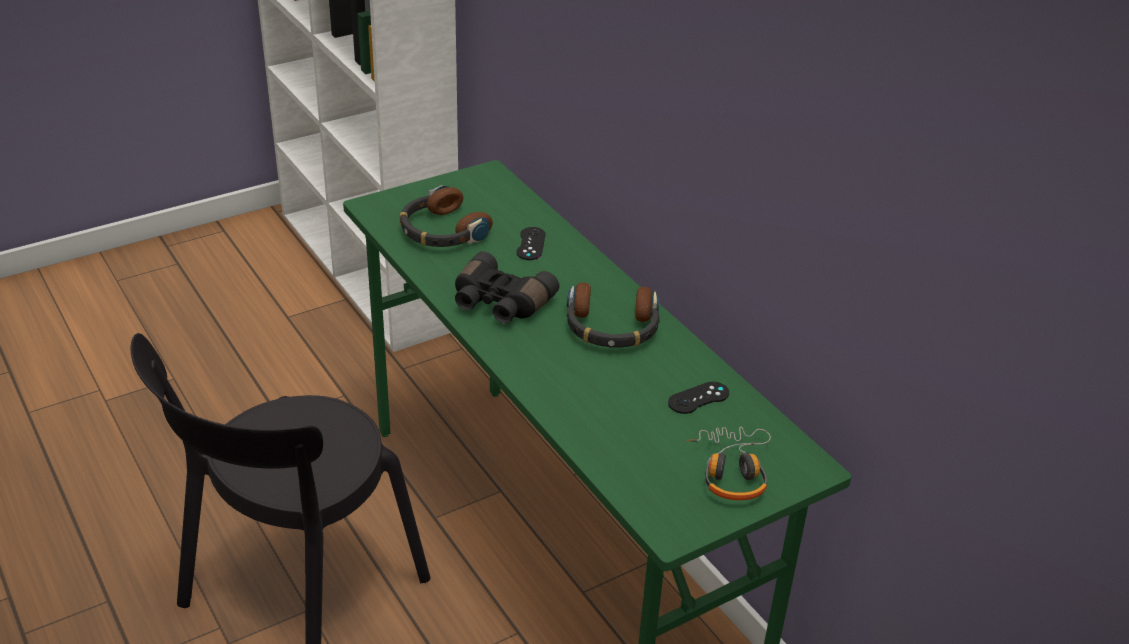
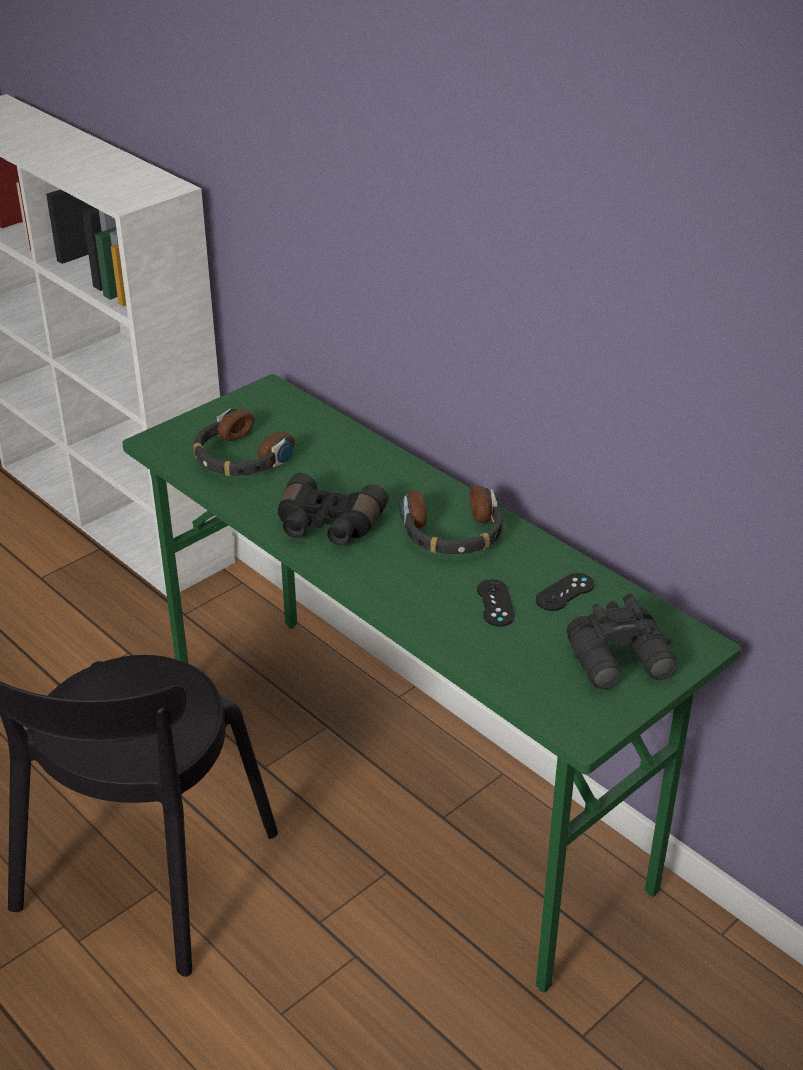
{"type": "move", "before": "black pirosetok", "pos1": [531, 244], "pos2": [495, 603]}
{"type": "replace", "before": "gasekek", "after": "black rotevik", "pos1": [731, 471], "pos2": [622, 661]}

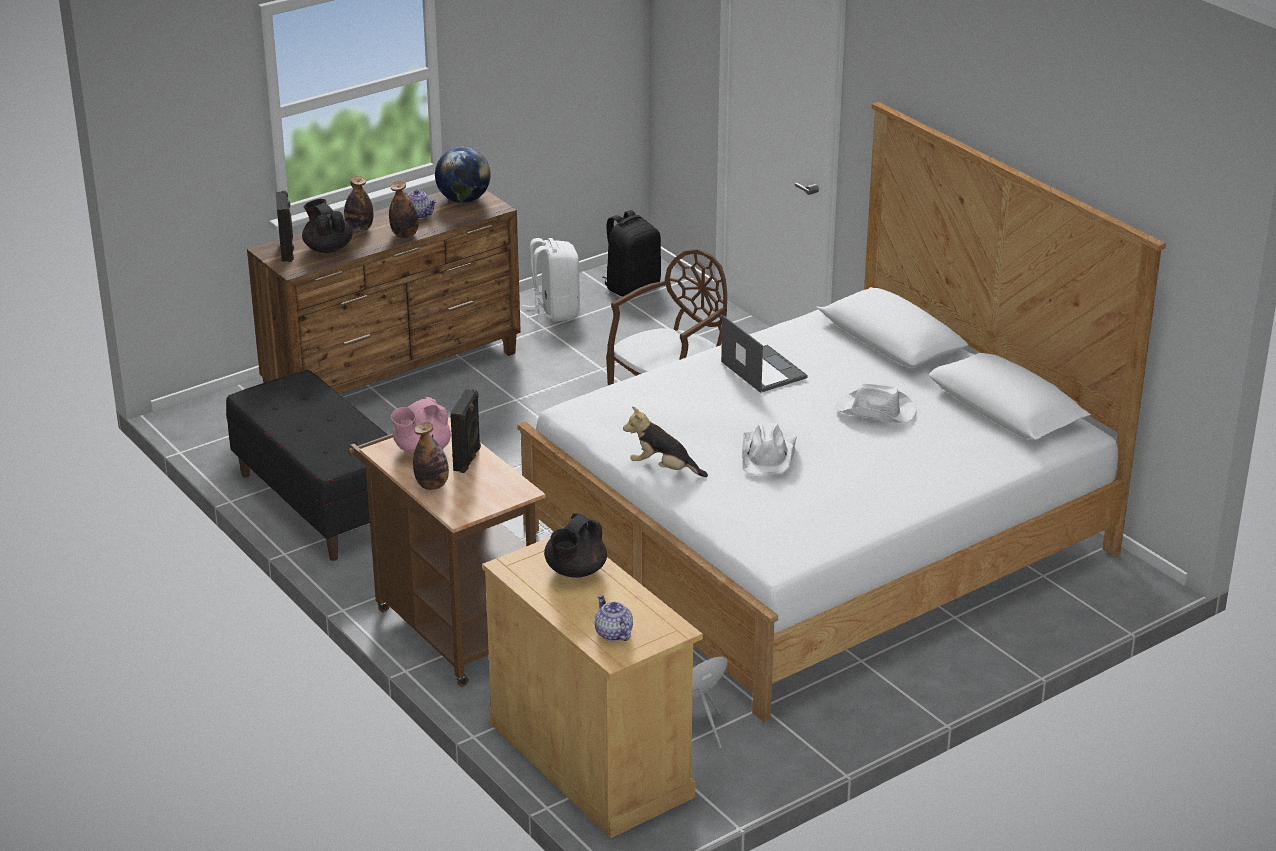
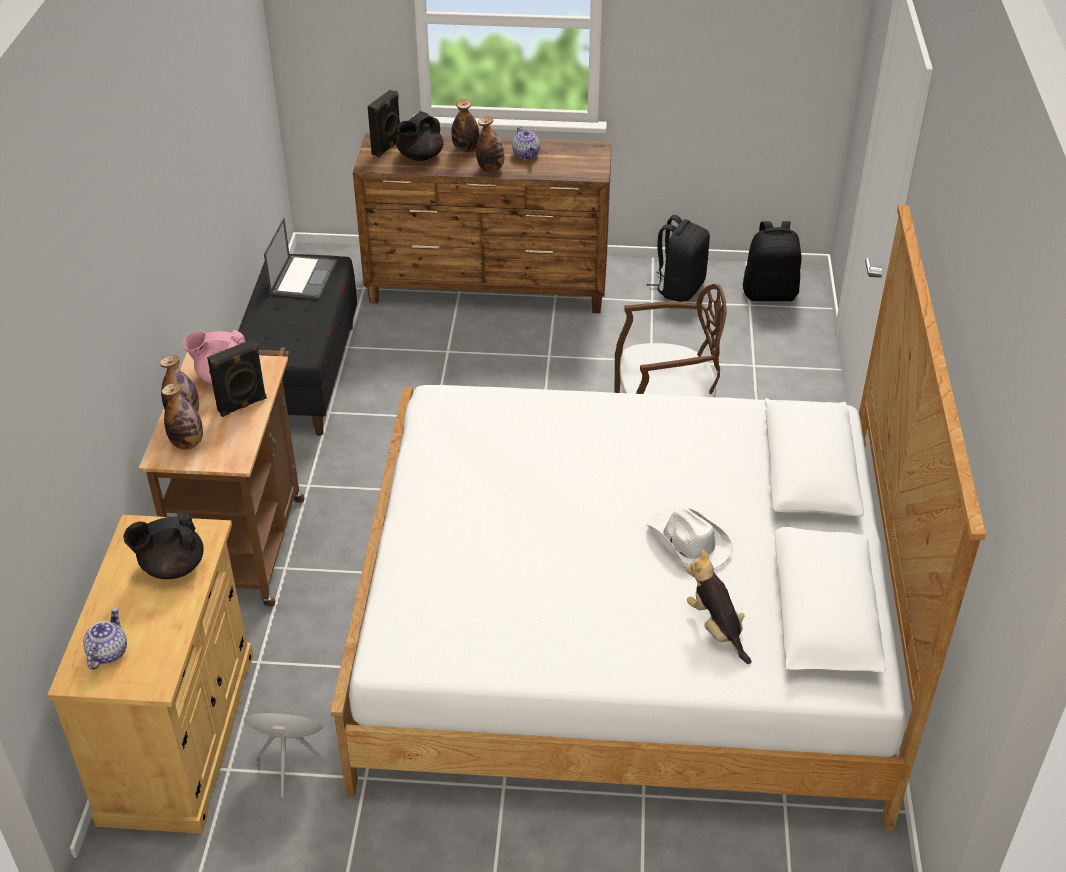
{"type": "delete", "before": "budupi", "pos1": [463, 200]}
{"type": "rotate", "before": "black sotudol", "pos1": [327, 248], "pos2": [419, 156], "turn": -150}
{"type": "recolor", "before": "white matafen", "after": "black matafen", "pos1": [555, 310], "pos2": [679, 288]}
{"type": "move", "before": "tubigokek", "pos1": [762, 369], "pos2": [303, 277]}
{"type": "move", "before": "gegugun", "pos1": [663, 469], "pos2": [716, 628]}
{"type": "delete", "before": "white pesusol", "pos1": [769, 454]}
{"type": "insert", "after": "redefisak", "pos2": [187, 443]}

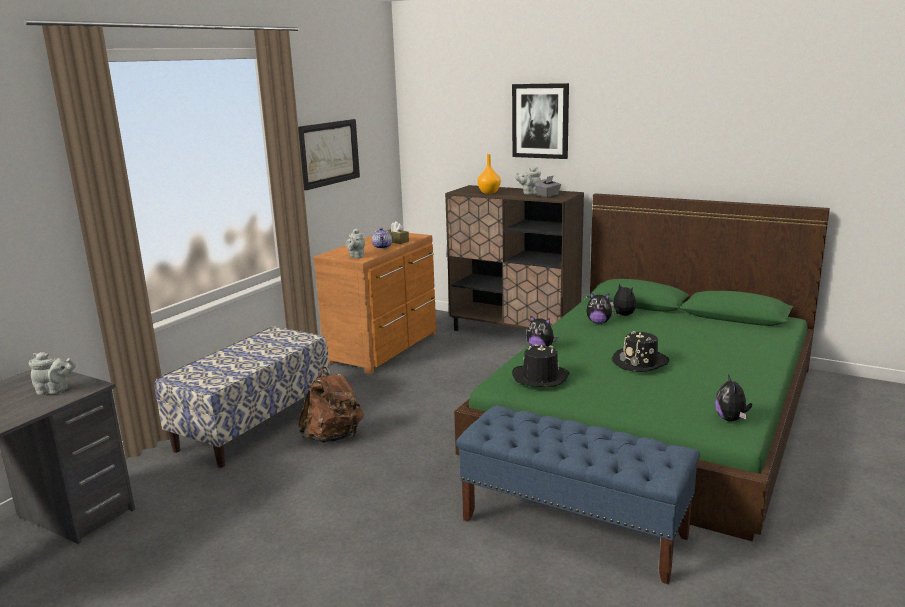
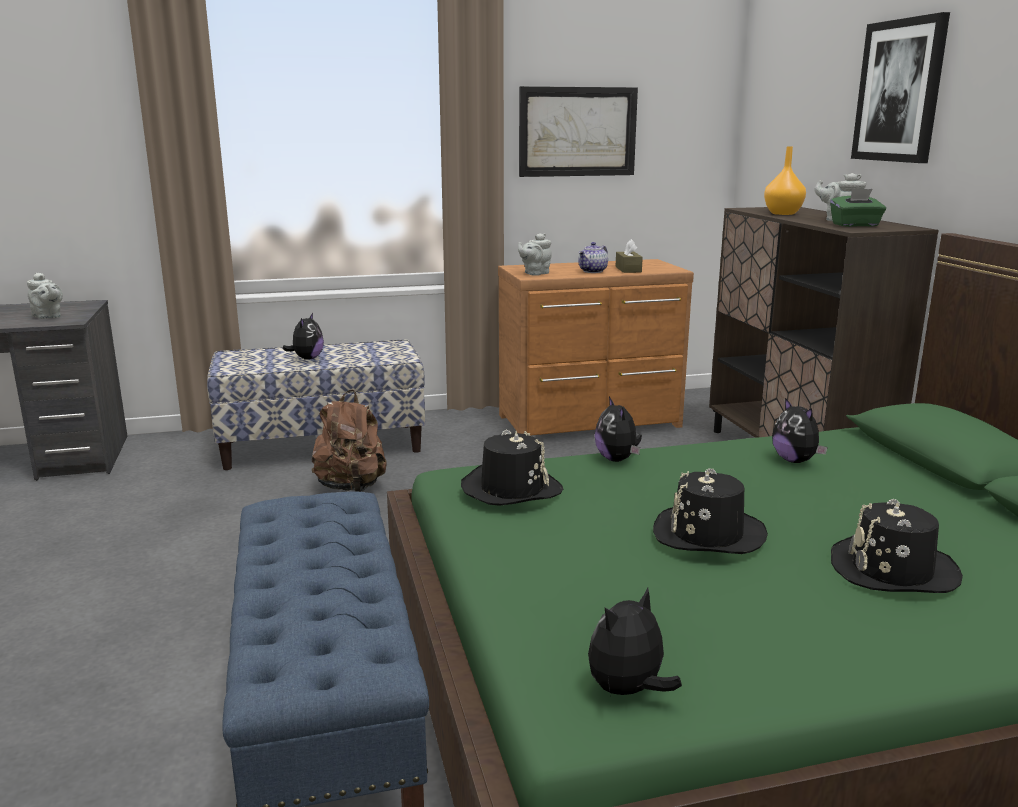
{"type": "recolor", "before": "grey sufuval", "after": "green sufuval", "pos1": [548, 195], "pos2": [855, 225]}
{"type": "move", "before": "gegugun", "pos1": [622, 315], "pos2": [307, 358]}
{"type": "insert", "after": "black pesusol", "pos2": [893, 570]}

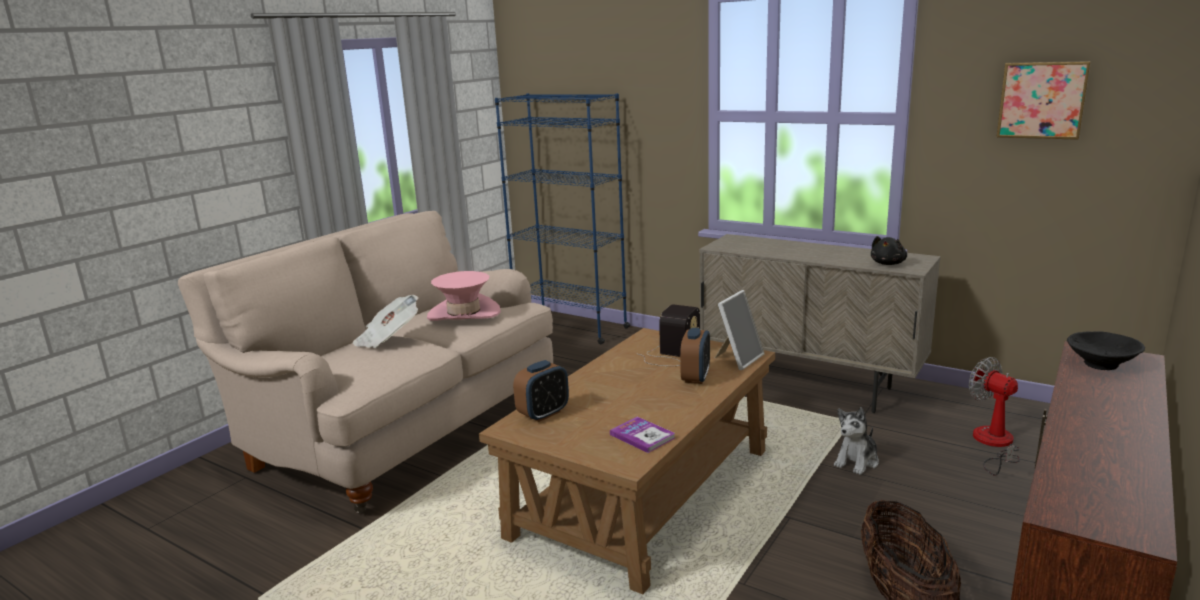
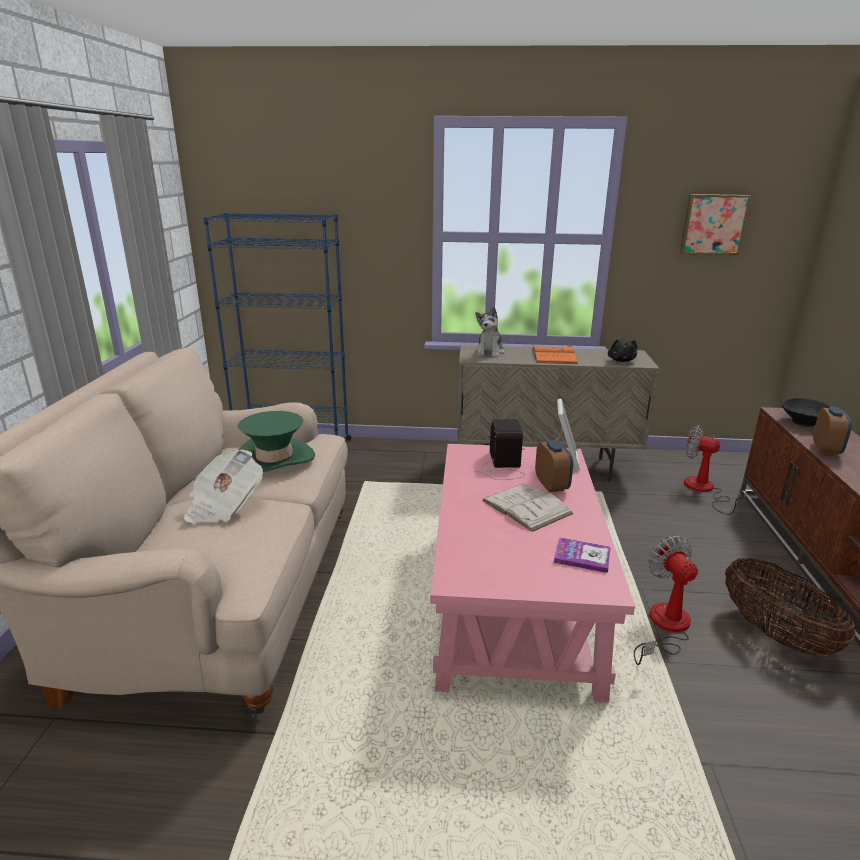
{"type": "recolor", "before": "pink pesusol", "after": "green pesusol", "pos1": [464, 313], "pos2": [274, 459]}
{"type": "recolor", "before": "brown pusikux", "after": "pink pusikux", "pos1": [643, 491], "pos2": [512, 598]}
{"type": "move", "before": "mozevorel", "pos1": [543, 414], "pos2": [826, 449]}
{"type": "move", "before": "gegugun", "pos1": [857, 461], "pos2": [489, 352]}
{"type": "insert", "after": "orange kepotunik", "pos2": [554, 355]}
{"type": "insert", "after": "white kepotunik", "pos2": [526, 507]}
{"type": "insert", "after": "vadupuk", "pos2": [664, 627]}

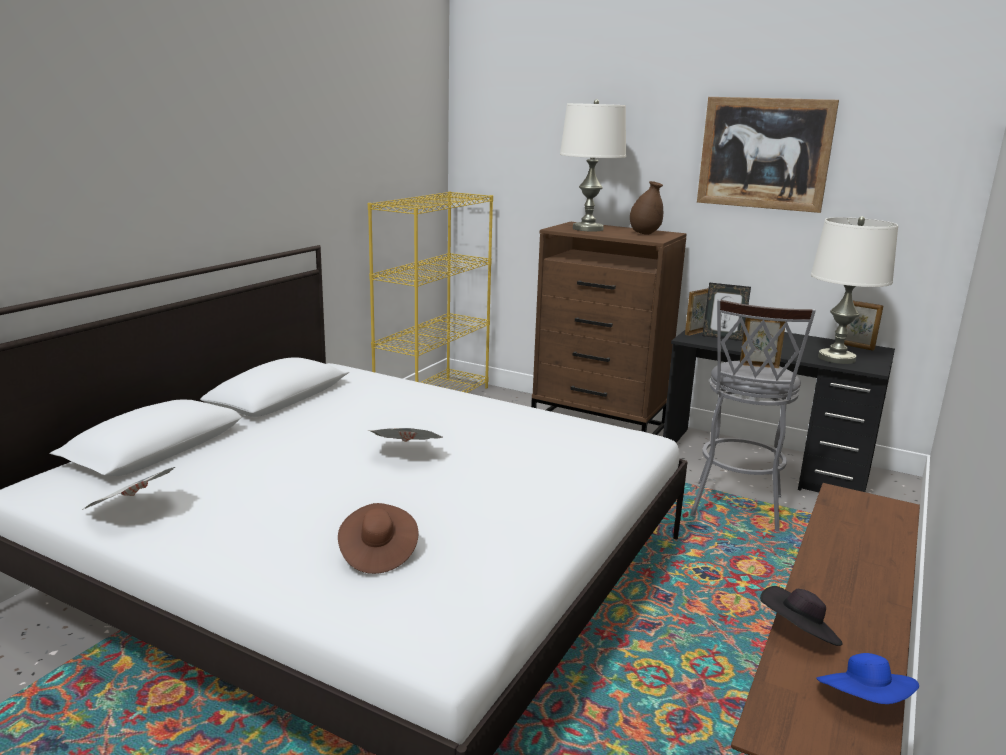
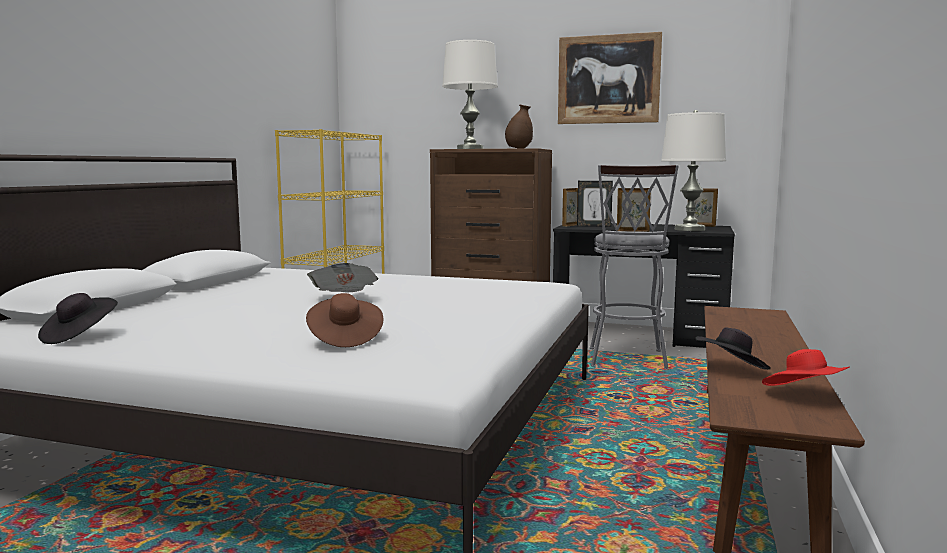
{"type": "replace", "before": "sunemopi", "after": "black pesusol", "pos1": [131, 510], "pos2": [79, 336]}
{"type": "recolor", "before": "blue pesusol", "after": "red pesusol", "pos1": [863, 703], "pos2": [804, 396]}

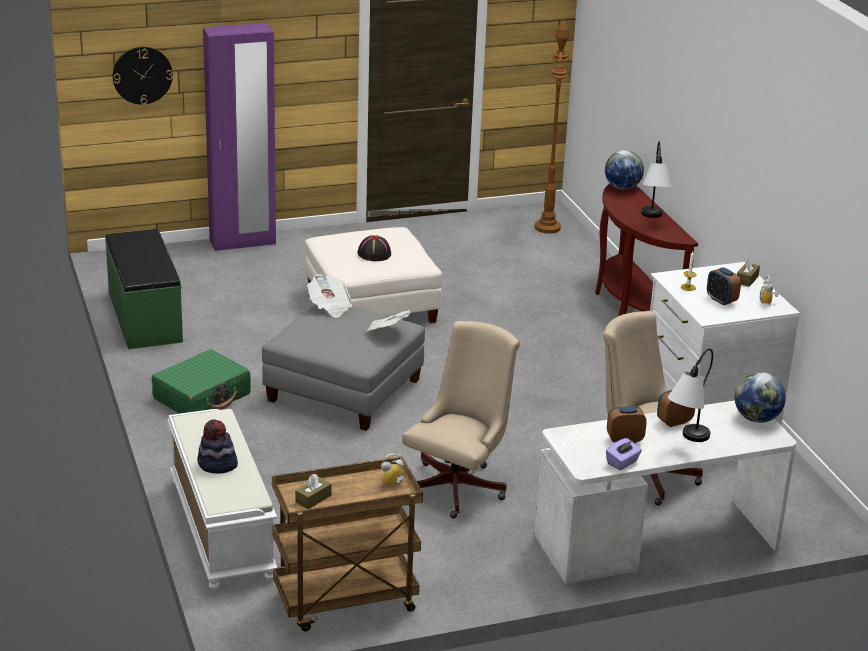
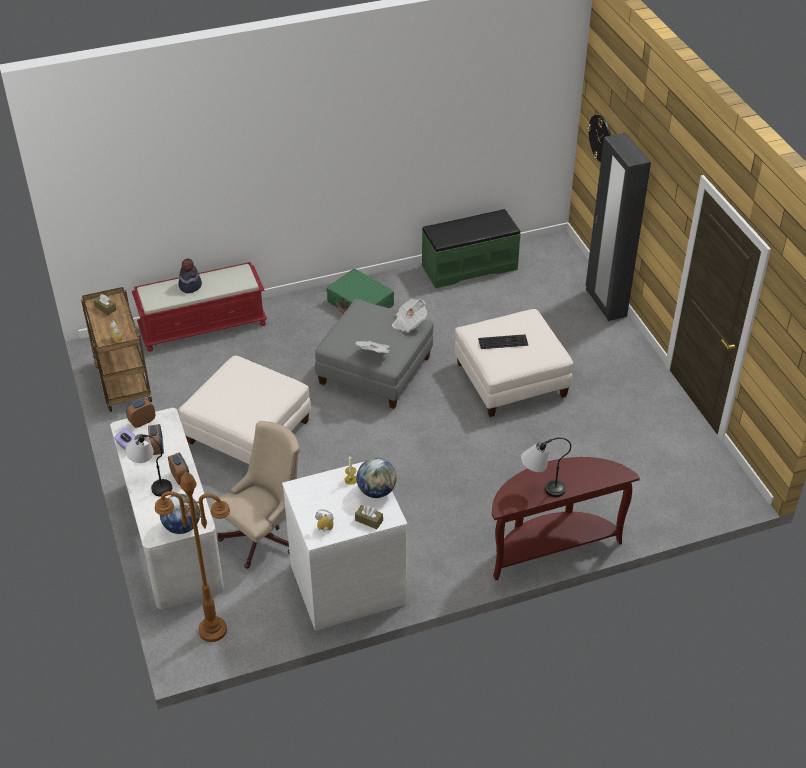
{"type": "move", "before": "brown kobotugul", "pos1": [547, 228], "pos2": [212, 630]}
{"type": "recolor", "before": "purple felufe", "after": "black felufe", "pos1": [243, 242], "pos2": [605, 303]}
{"type": "move", "before": "budupi", "pos1": [622, 187], "pos2": [376, 491]}
{"type": "replace", "before": "black pesusol", "after": "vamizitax", "pos1": [374, 254], "pos2": [503, 341]}
{"type": "move", "before": "mozevorel", "pos1": [721, 300], "pos2": [142, 422]}
{"type": "replace", "before": "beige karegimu", "after": "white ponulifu", "pos1": [459, 485], "pos2": [248, 432]}
{"type": "recolor", "before": "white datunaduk", "after": "red datunaduk", "pos1": [220, 528], "pos2": [203, 325]}

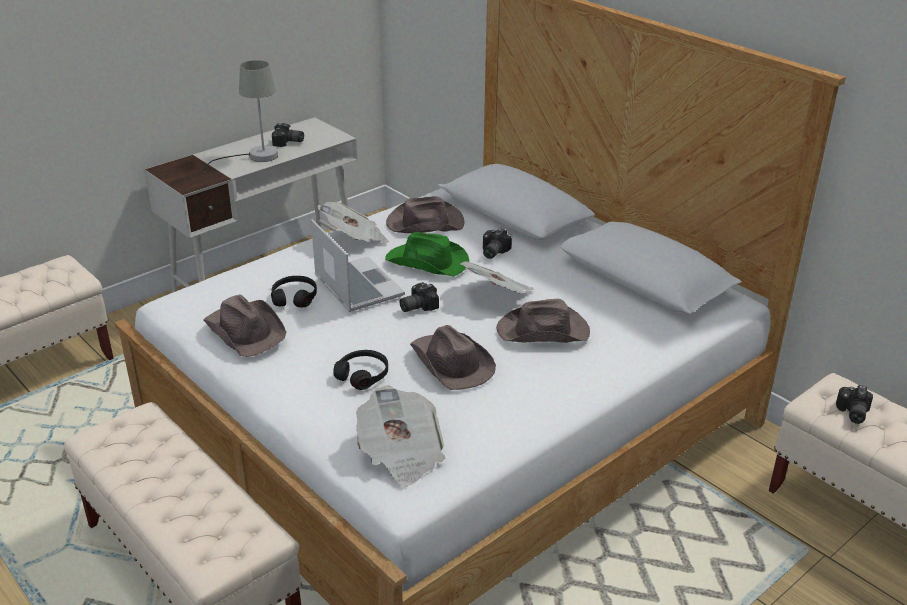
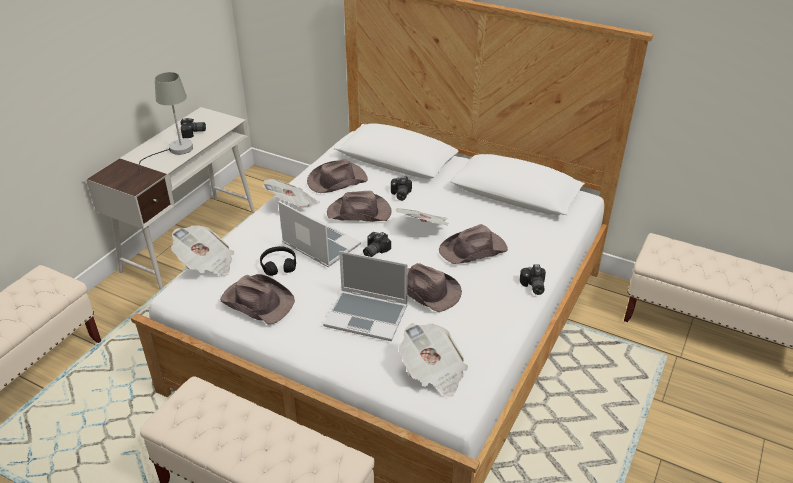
{"type": "recolor", "before": "green pesusol", "after": "brown pesusol", "pos1": [428, 262], "pos2": [359, 213]}
{"type": "replace", "before": "black gasekek", "after": "tubigokek", "pos1": [363, 375], "pos2": [367, 316]}
{"type": "move", "before": "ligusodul", "pos1": [851, 413], "pos2": [532, 286]}
{"type": "insert", "after": "sunemopi", "pos2": [206, 263]}

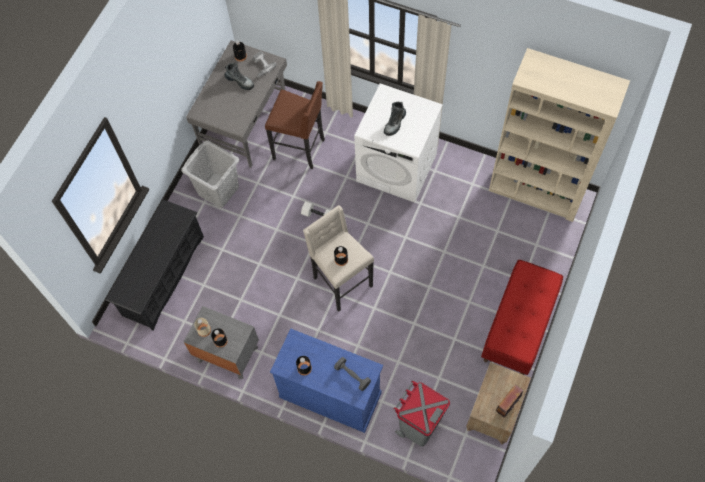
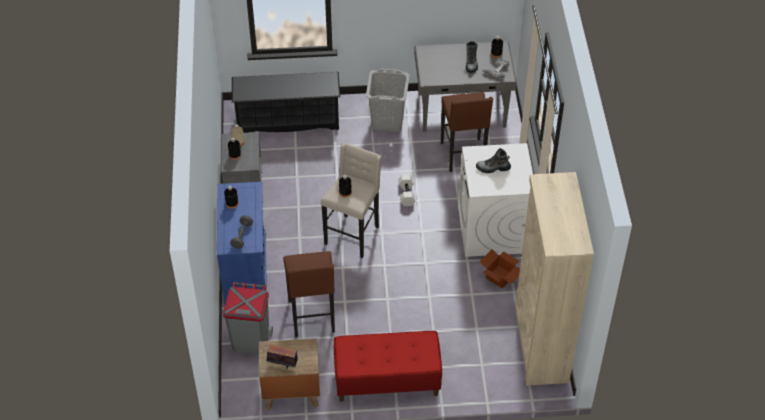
{"type": "insert", "after": "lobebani", "pos2": [500, 277]}
{"type": "insert", "after": "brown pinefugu", "pos2": [312, 317]}

